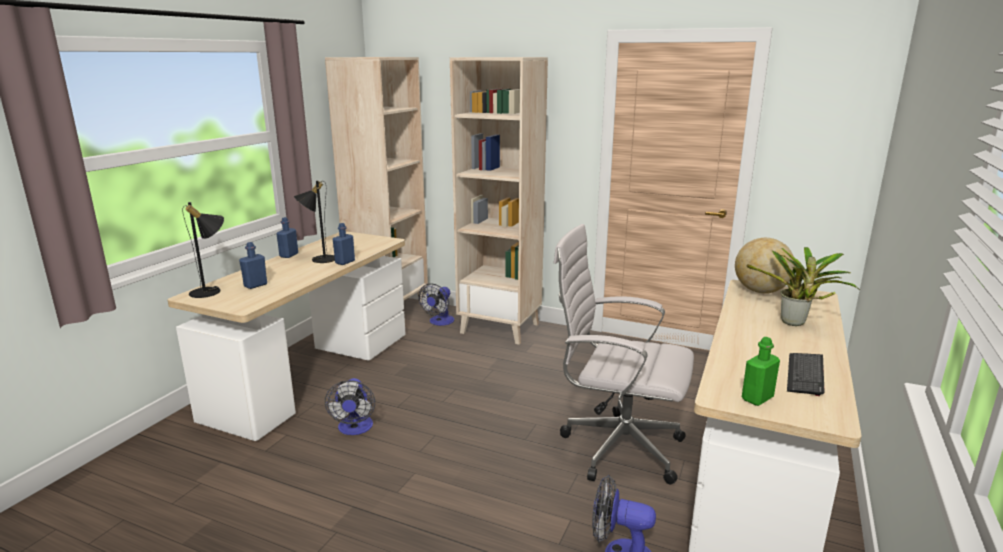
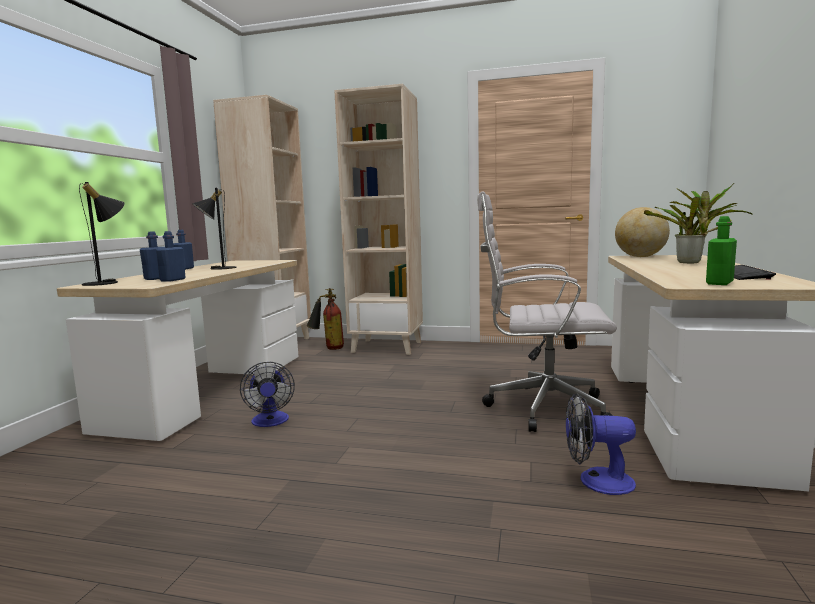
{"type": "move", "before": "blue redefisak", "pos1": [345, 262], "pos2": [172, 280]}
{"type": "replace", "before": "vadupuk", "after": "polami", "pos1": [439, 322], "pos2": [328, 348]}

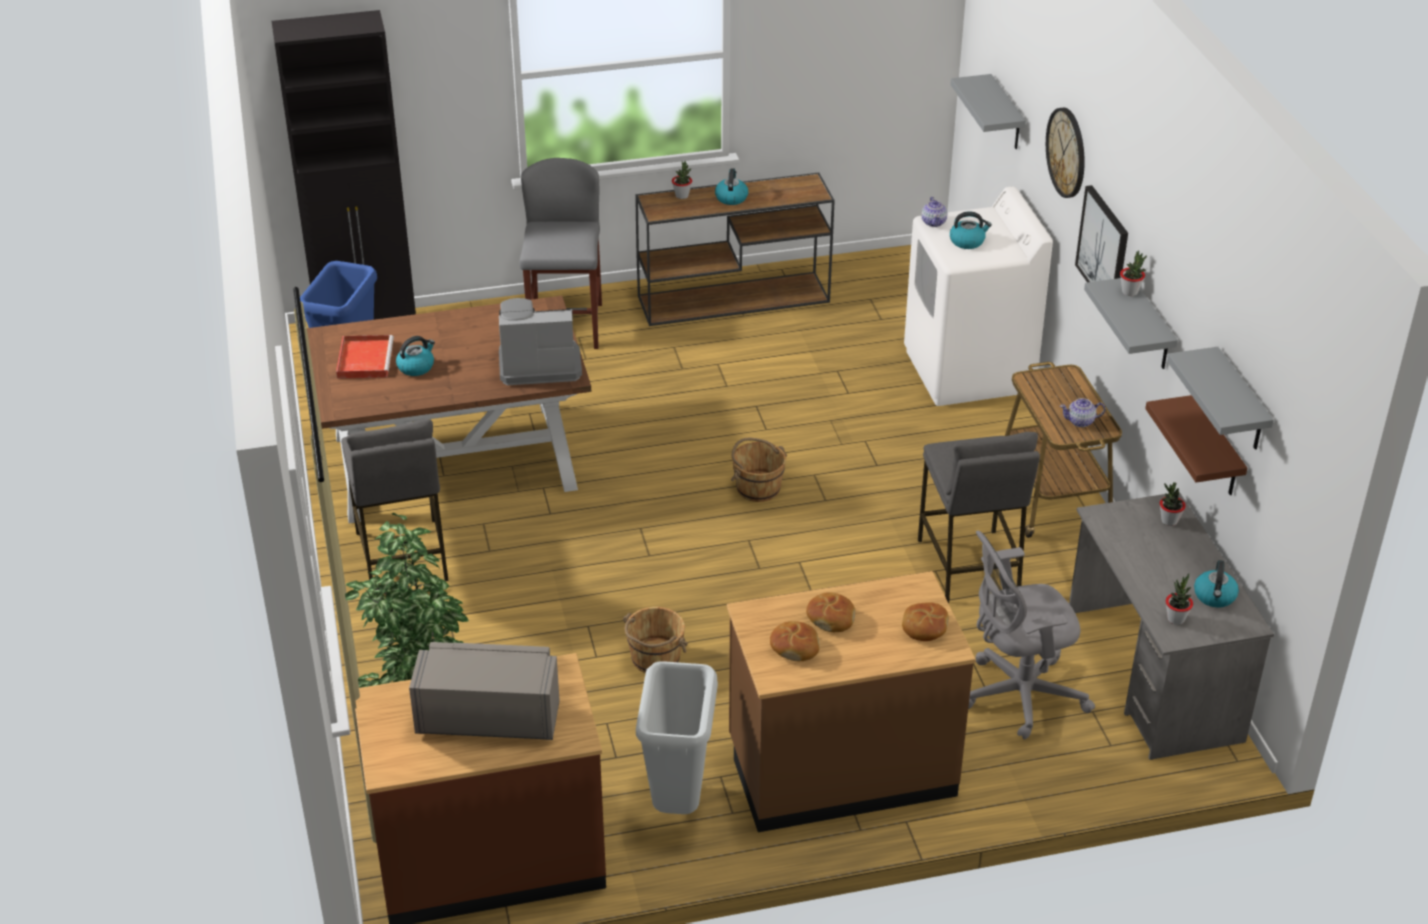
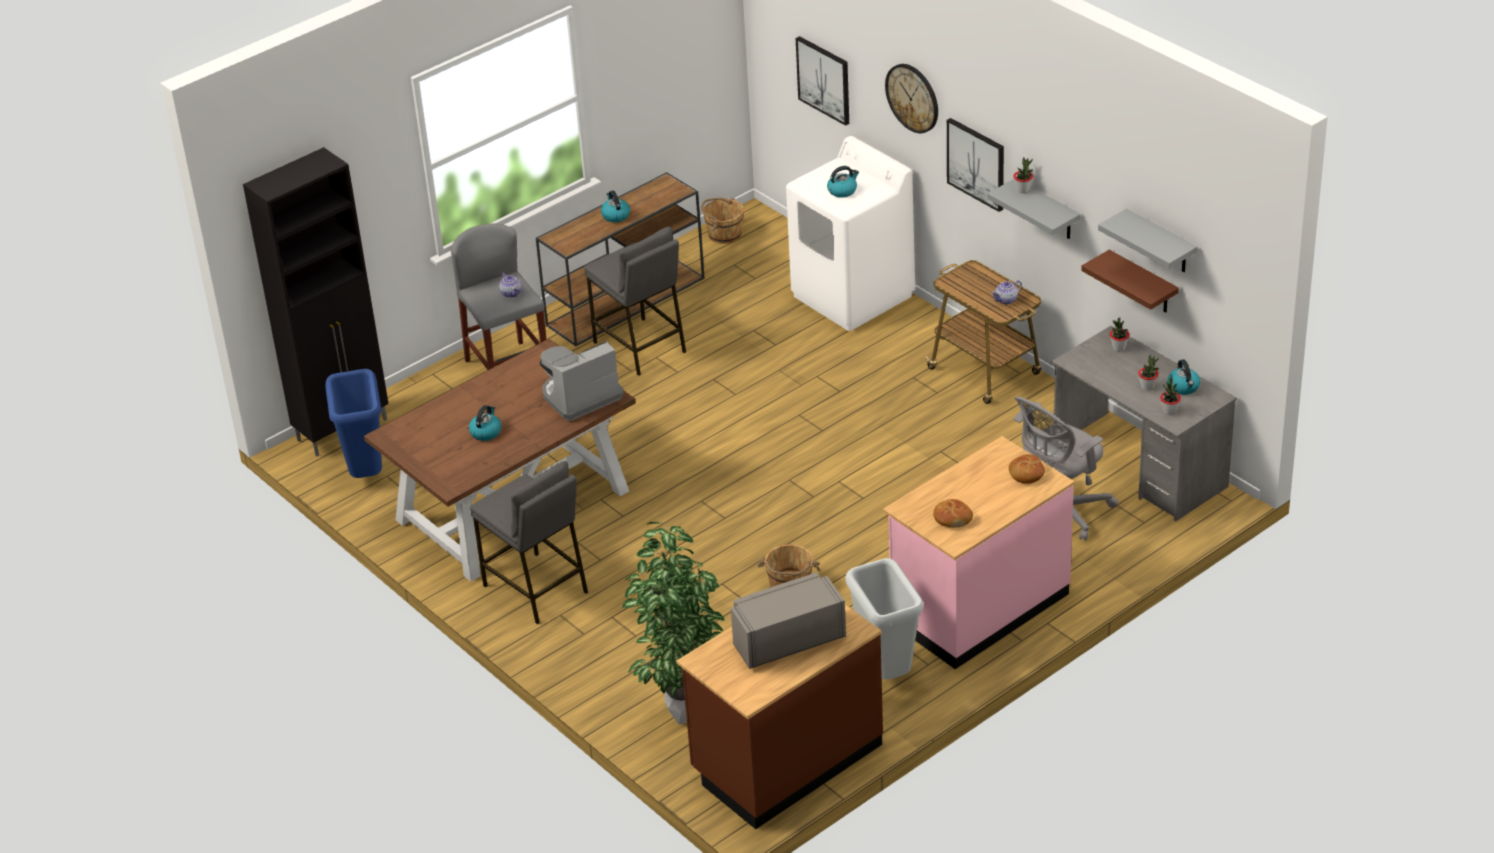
{"type": "replace", "before": "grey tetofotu", "after": "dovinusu", "pos1": [1006, 114], "pos2": [824, 79]}
{"type": "move", "before": "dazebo", "pos1": [682, 196], "pos2": [1147, 387]}
{"type": "move", "before": "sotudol", "pos1": [934, 222], "pos2": [511, 293]}
{"type": "delete", "before": "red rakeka", "pos1": [364, 359]}
{"type": "move", "before": "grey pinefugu", "pos1": [968, 566], "pos2": [640, 347]}
{"type": "move", "before": "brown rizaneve", "pos1": [757, 487], "pos2": [724, 234]}
{"type": "recolor", "before": "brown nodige", "after": "pink nodige", "pos1": [841, 768], "pos2": [978, 607]}
{"type": "delete", "before": "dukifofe", "pos1": [831, 618]}

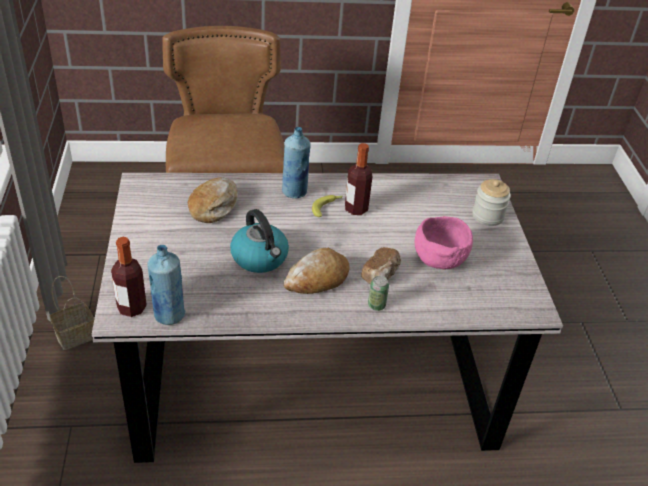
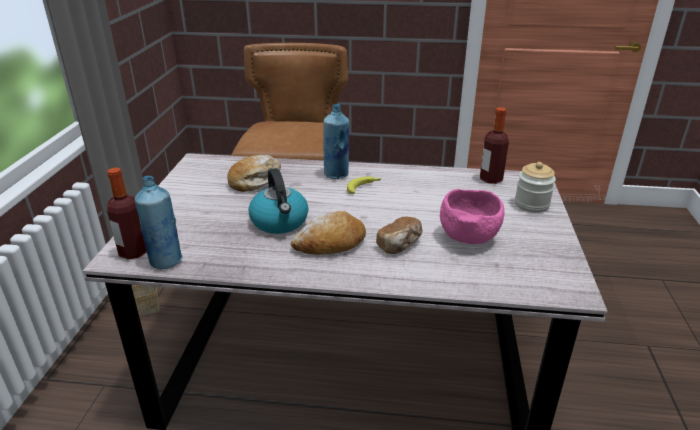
{"type": "move", "before": "redefisak", "pos1": [356, 209], "pos2": [490, 179]}
{"type": "delete", "before": "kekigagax", "pos1": [376, 305]}

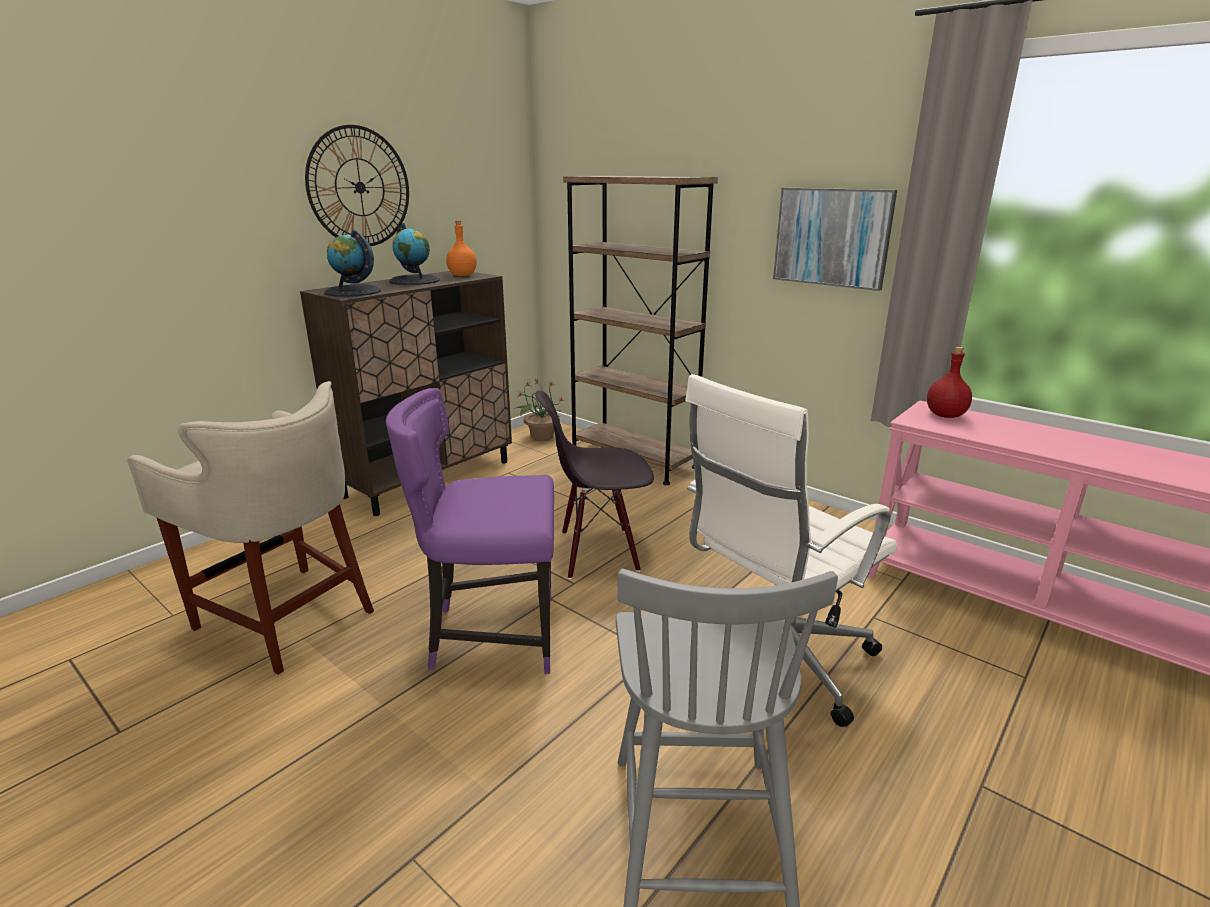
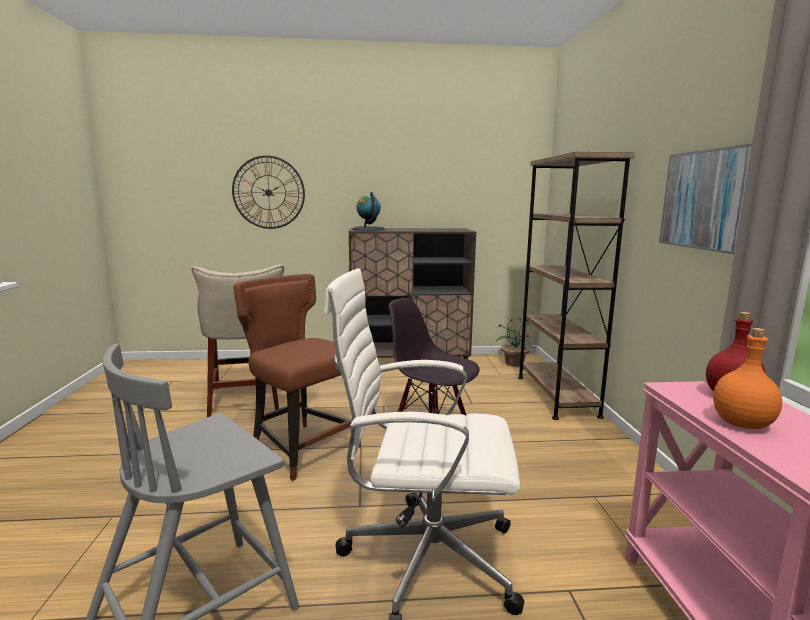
{"type": "move", "before": "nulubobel", "pos1": [359, 187], "pos2": [268, 192]}
{"type": "move", "before": "orange redefisak", "pos1": [462, 275], "pos2": [742, 423]}
{"type": "delete", "before": "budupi", "pos1": [415, 280]}
{"type": "recolor", "before": "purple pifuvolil", "after": "brown pifuvolil", "pos1": [491, 635], "pos2": [302, 448]}

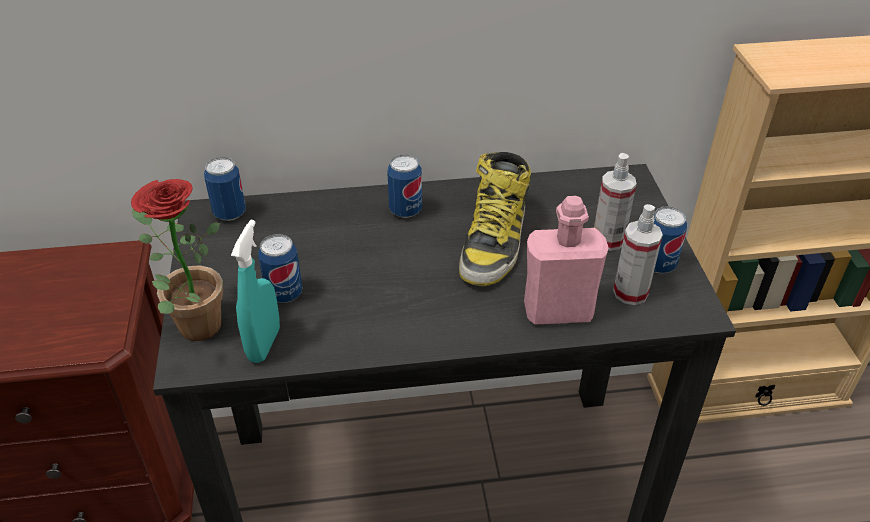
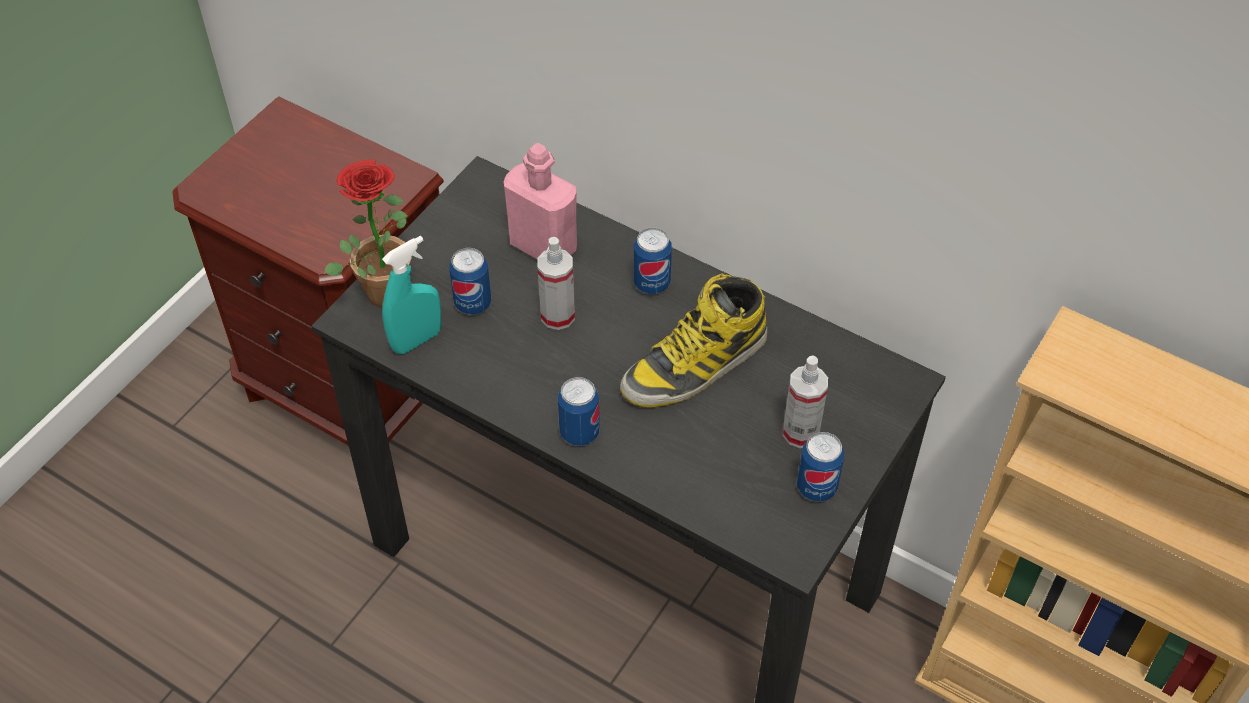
{"type": "move", "before": "kekigagax", "pos1": [230, 213], "pos2": [579, 432]}
{"type": "move", "before": "pink redefisak", "pos1": [558, 311], "pos2": [543, 246]}
{"type": "move", "before": "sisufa", "pos1": [630, 293], "pos2": [558, 316]}

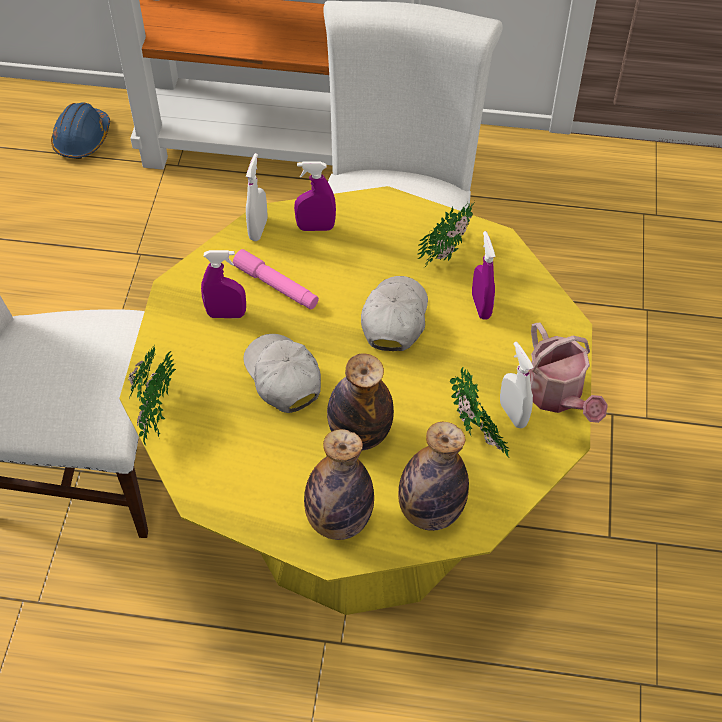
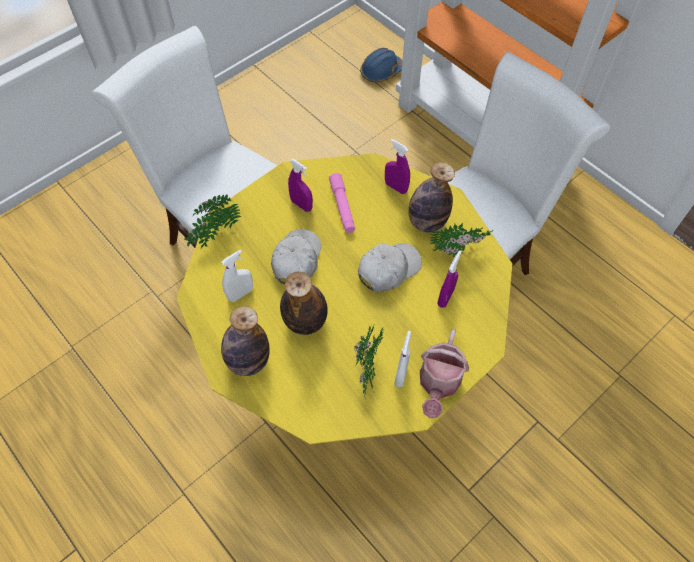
{"type": "move", "before": "white sisufa", "pos1": [258, 229], "pos2": [240, 294]}
{"type": "move", "before": "redefisak", "pos1": [430, 511], "pos2": [426, 222]}

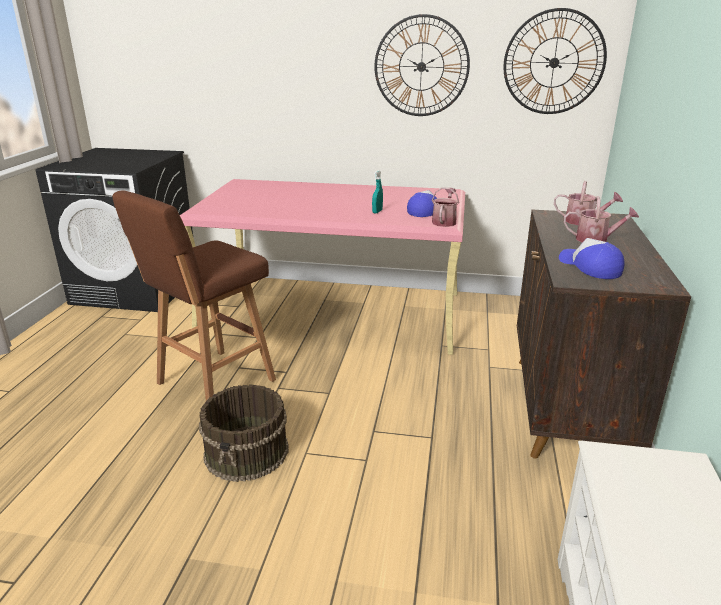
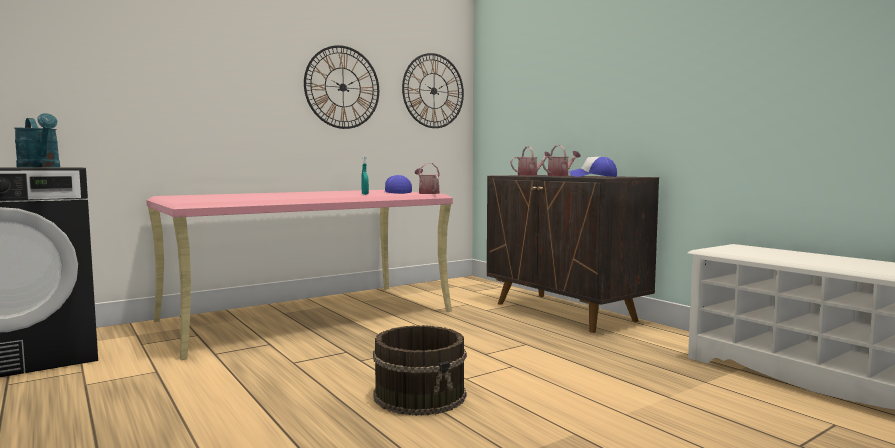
{"type": "delete", "before": "brown pinefugu", "pos1": [212, 383]}
{"type": "insert", "after": "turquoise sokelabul", "pos2": [41, 167]}

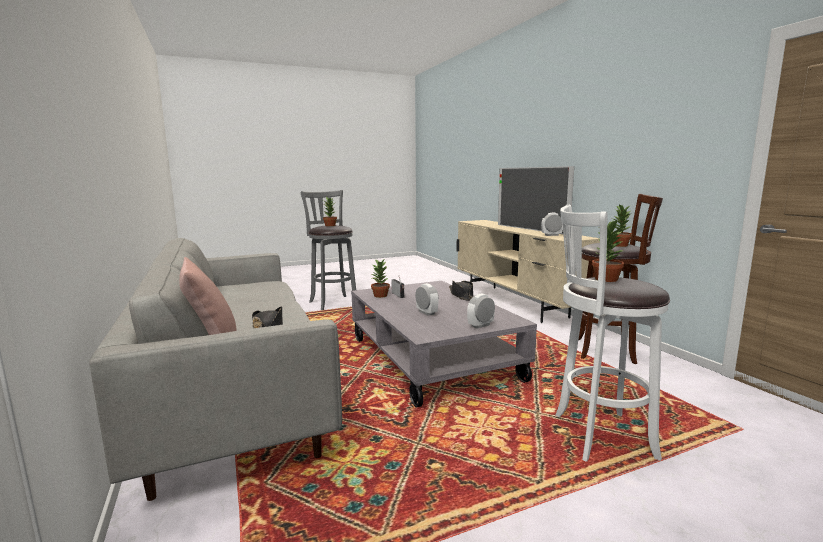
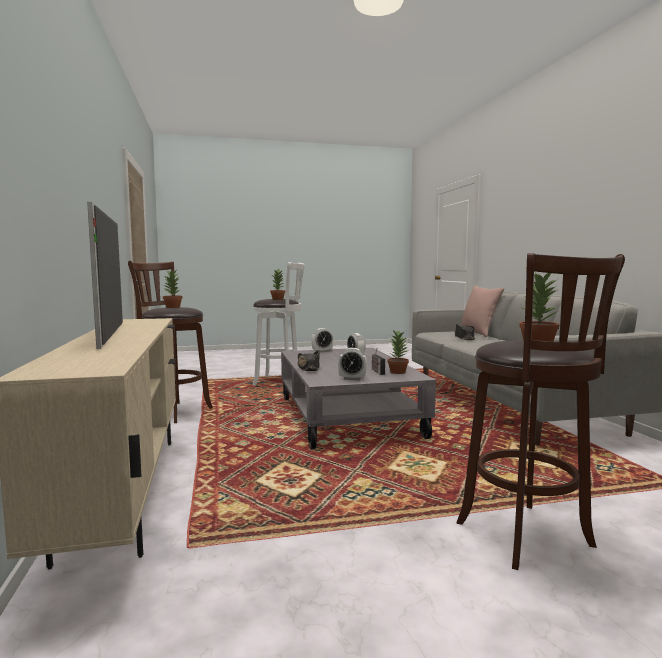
{"type": "recolor", "before": "grey pinefugu", "after": "brown pinefugu", "pos1": [333, 302], "pos2": [528, 537]}
{"type": "move", "before": "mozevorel", "pos1": [551, 235], "pos2": [352, 379]}

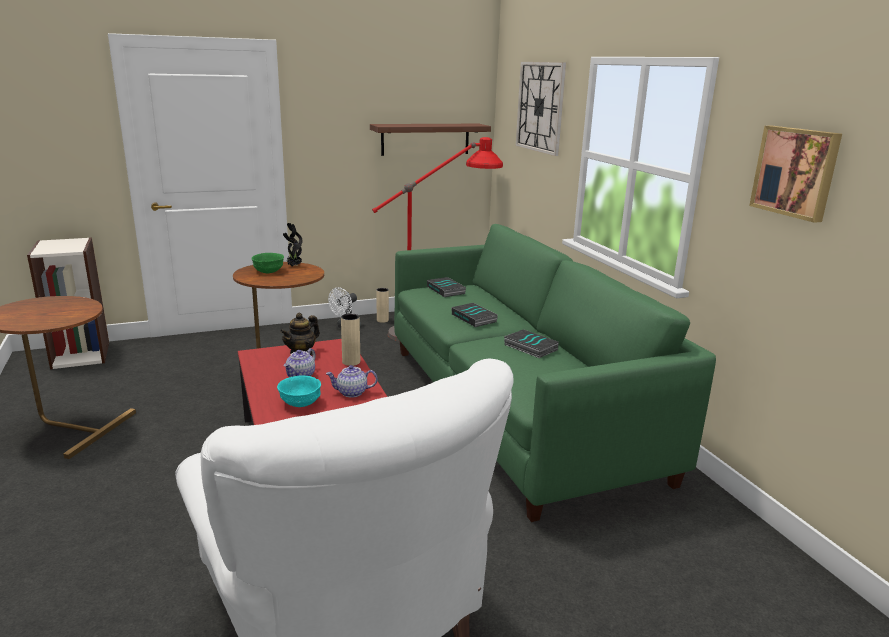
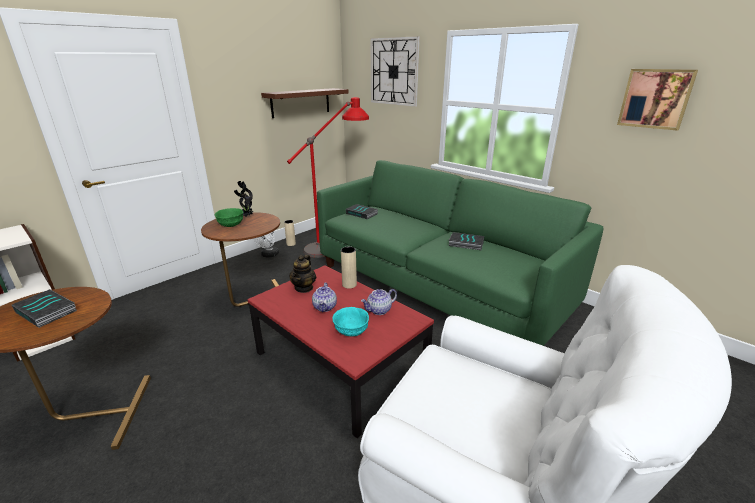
{"type": "move", "before": "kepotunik", "pos1": [475, 318], "pos2": [48, 311]}

